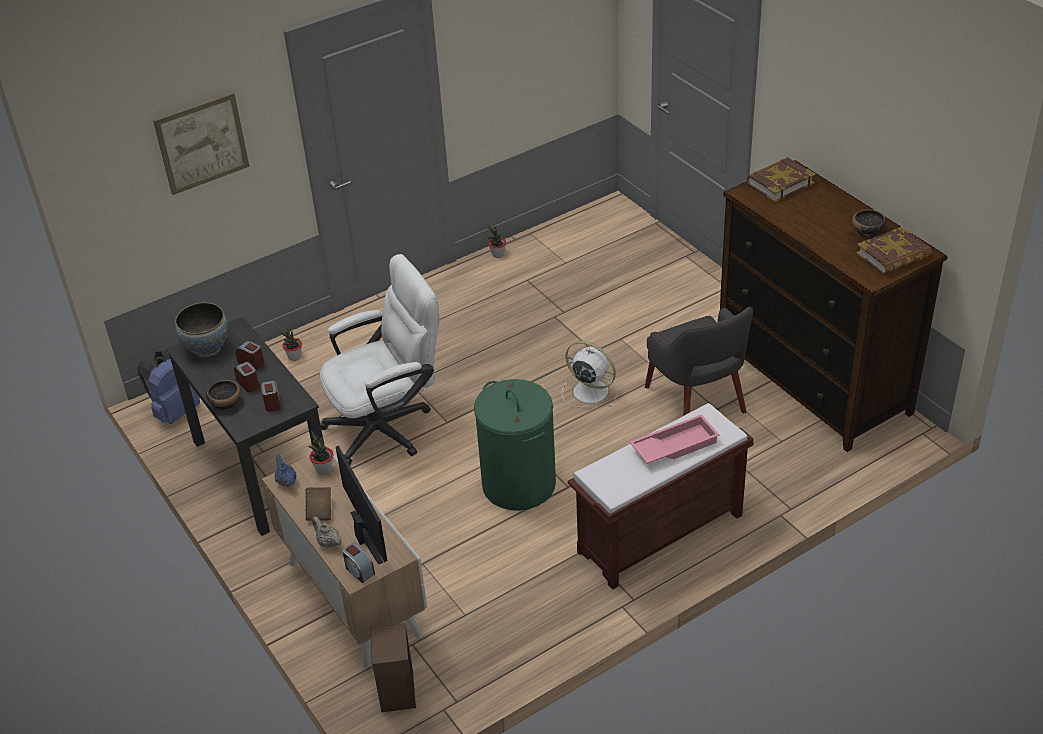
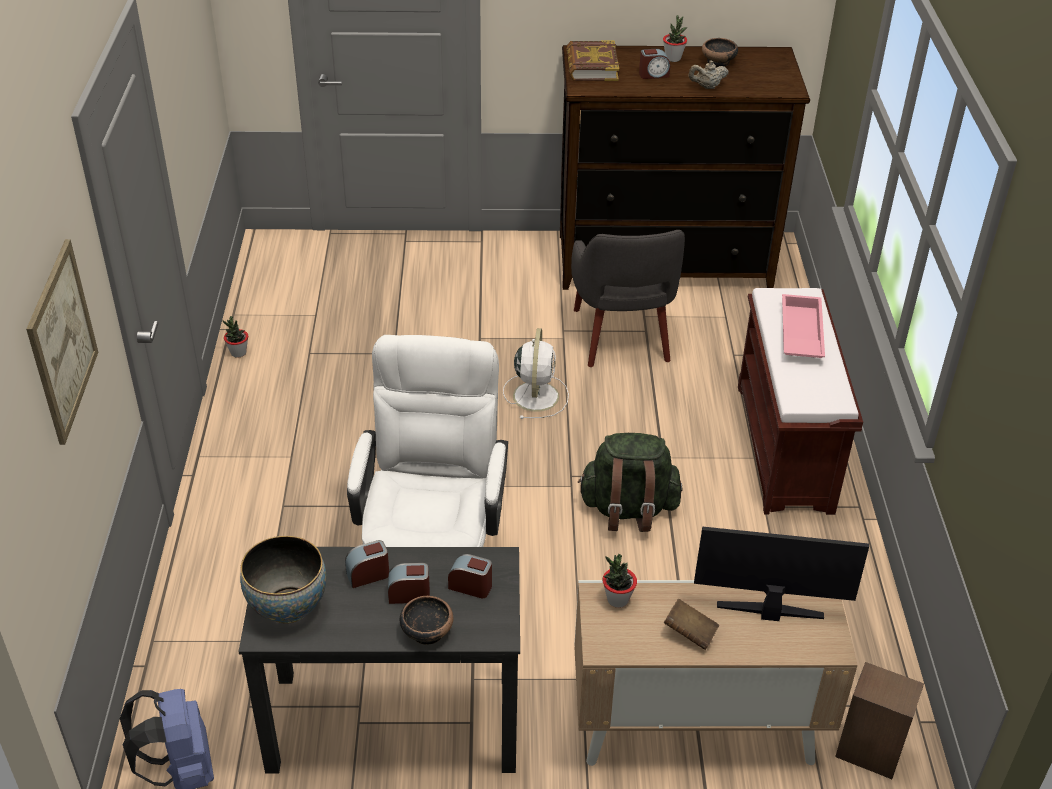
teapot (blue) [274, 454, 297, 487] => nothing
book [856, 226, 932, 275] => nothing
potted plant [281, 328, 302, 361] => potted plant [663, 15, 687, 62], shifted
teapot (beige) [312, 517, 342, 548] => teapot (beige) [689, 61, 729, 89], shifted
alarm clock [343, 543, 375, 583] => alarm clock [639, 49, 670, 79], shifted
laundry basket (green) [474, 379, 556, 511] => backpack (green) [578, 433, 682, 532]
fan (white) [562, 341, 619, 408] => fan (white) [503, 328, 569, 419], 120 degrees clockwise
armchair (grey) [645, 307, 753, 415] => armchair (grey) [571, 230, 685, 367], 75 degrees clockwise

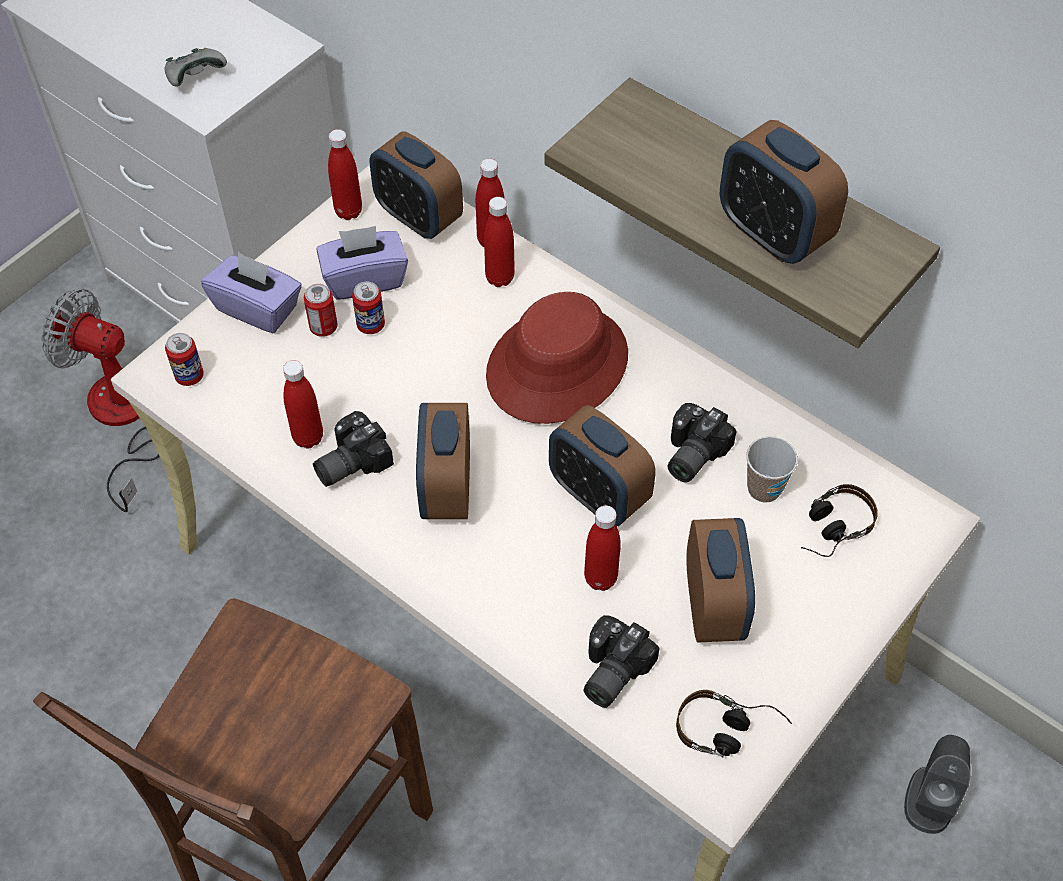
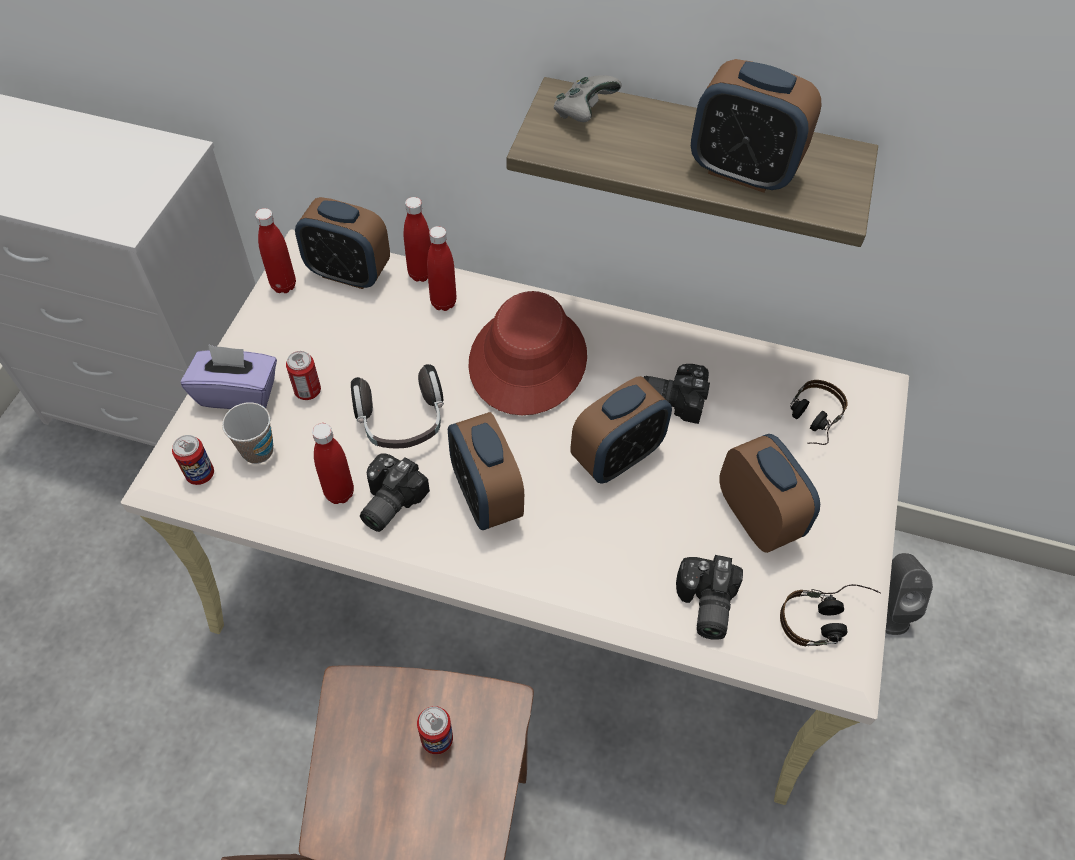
fan [42, 288, 159, 512] => nothing
tissue box (purple) [316, 226, 408, 300] => nothing
bottle (red) [584, 506, 621, 591] => nothing
nothing => headphones [351, 364, 444, 448]
game controller (grey) [164, 48, 227, 87] => game controller (grey) [554, 75, 622, 122], shifted
can [352, 282, 385, 334] => can [417, 706, 453, 754], shifted
cup [746, 436, 798, 503] => cup [222, 402, 273, 464], shifted
alarm clock [549, 405, 656, 526] => alarm clock [570, 376, 672, 484], 60 degrees counterclockwise
photo camera [668, 403, 737, 483] => photo camera [644, 364, 710, 424], 90 degrees clockwise

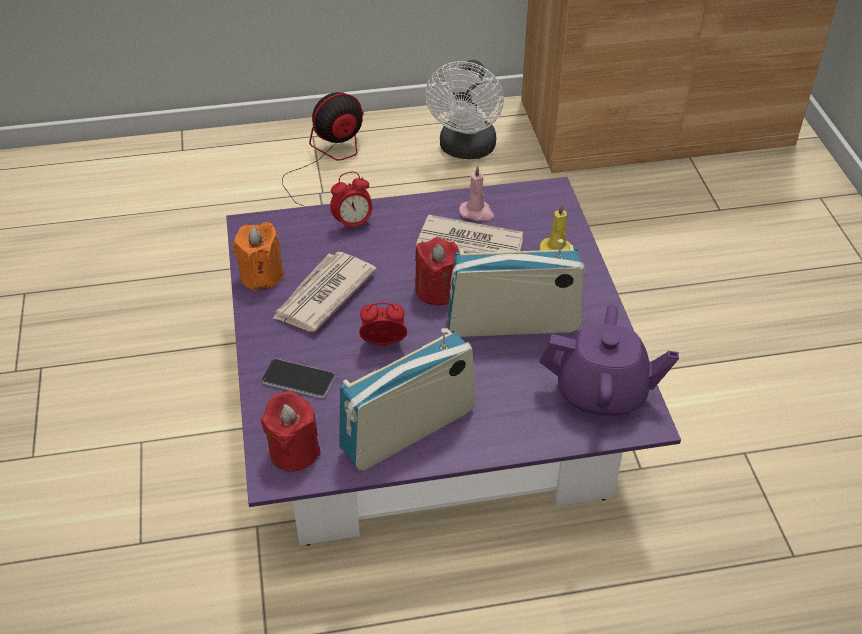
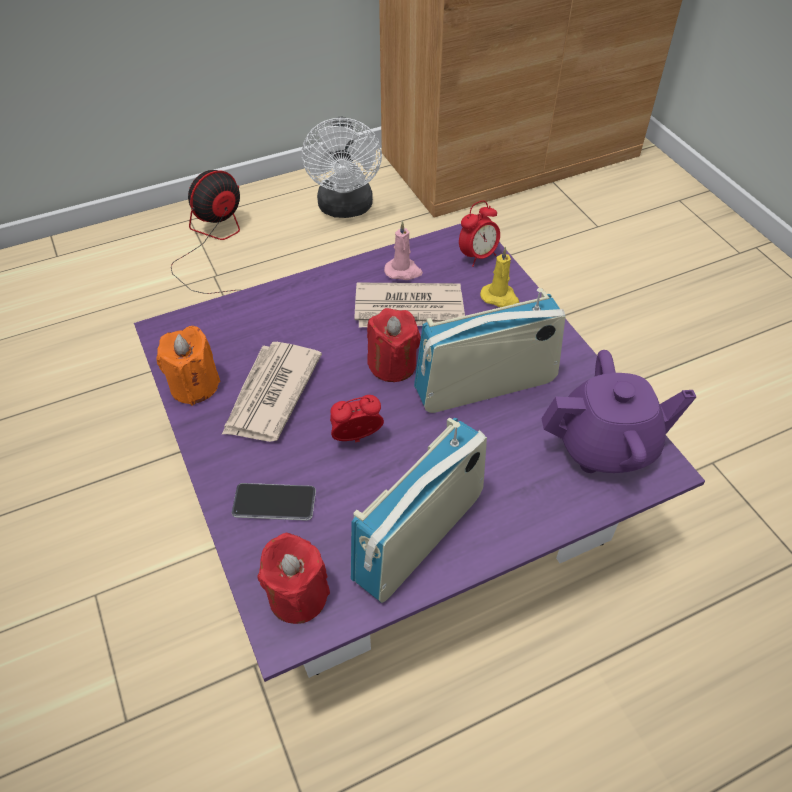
alarm clock [330, 172, 372, 233] => alarm clock [459, 200, 500, 267], shifted

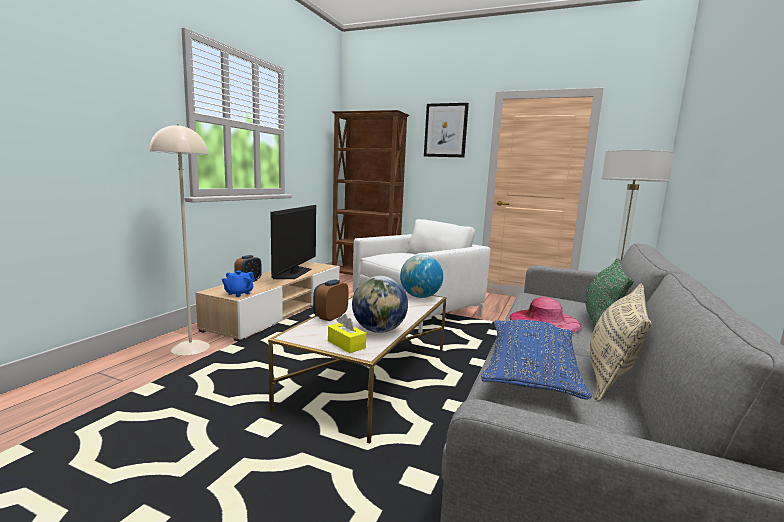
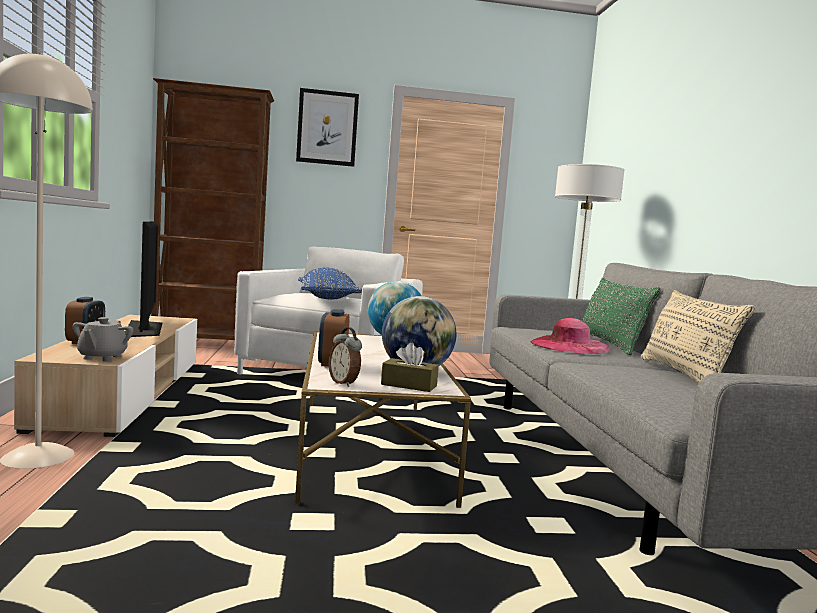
nothing => alarm clock [329, 327, 362, 387]
pillow (blue) [481, 320, 592, 399] => pillow (blue) [298, 268, 362, 299], shifted
teapot (blue) [222, 271, 255, 297] => teapot (grey) [73, 317, 133, 361]
tissue box (yellow) [328, 314, 366, 353] => tissue box (brown) [381, 343, 439, 392]

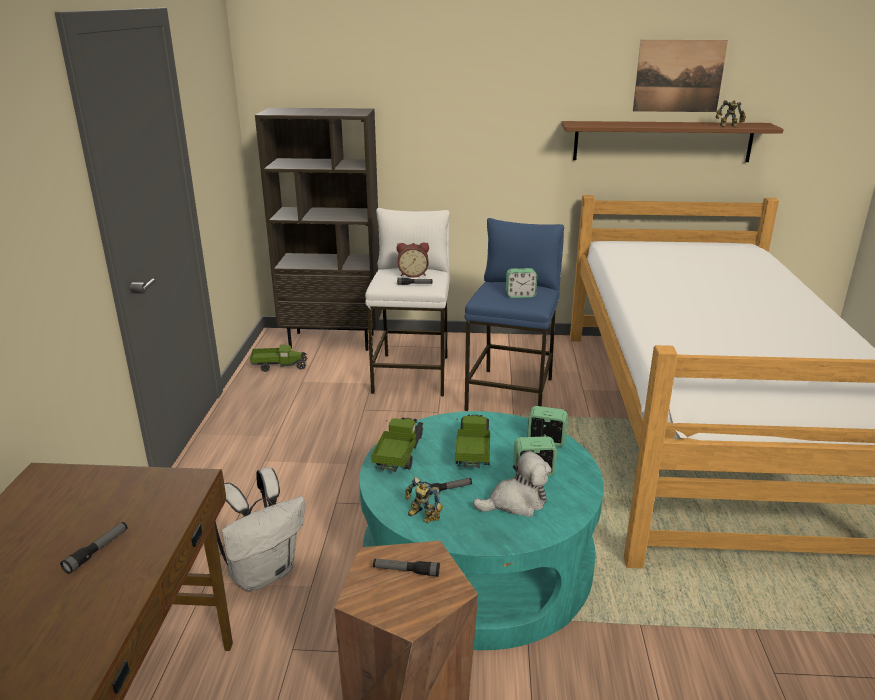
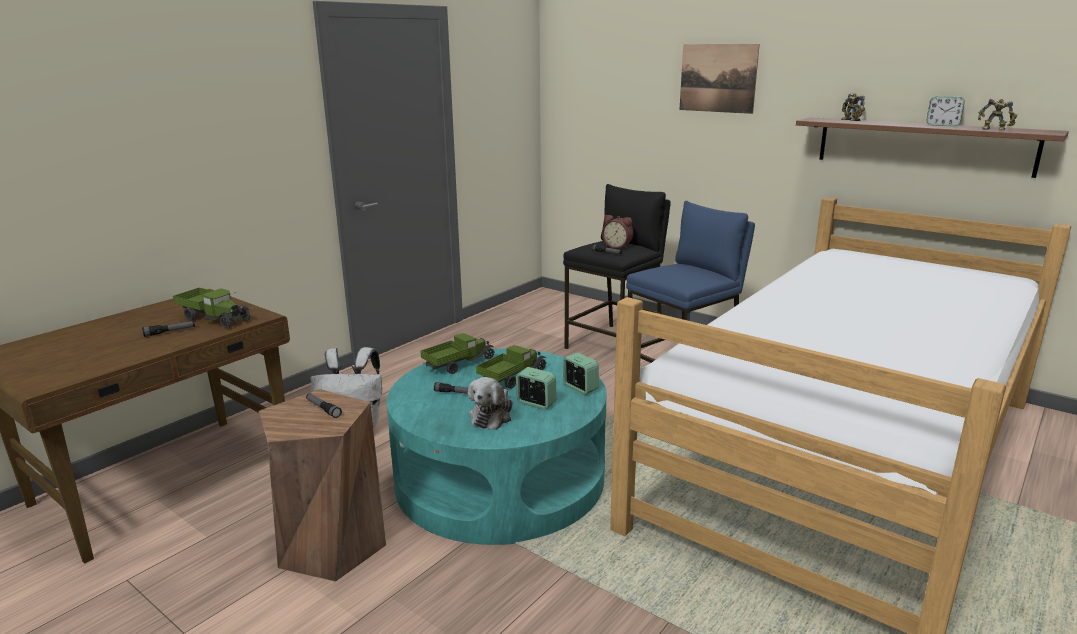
bookcase (brown) [255, 108, 382, 351] => nothing
toy truck [250, 345, 307, 372] => toy truck [173, 288, 251, 329], shifted
toy robot [405, 477, 443, 523] => toy robot [841, 93, 865, 121], shifted
alarm clock [506, 268, 537, 298] => alarm clock [926, 96, 965, 127], shifted
picture [633, 40, 728, 112] => picture [680, 44, 760, 114], shifted
stool (white) [365, 208, 450, 397] => stool (black) [563, 184, 671, 349]
plush toy [473, 451, 552, 517] => plush toy [468, 377, 513, 430], 90 degrees clockwise

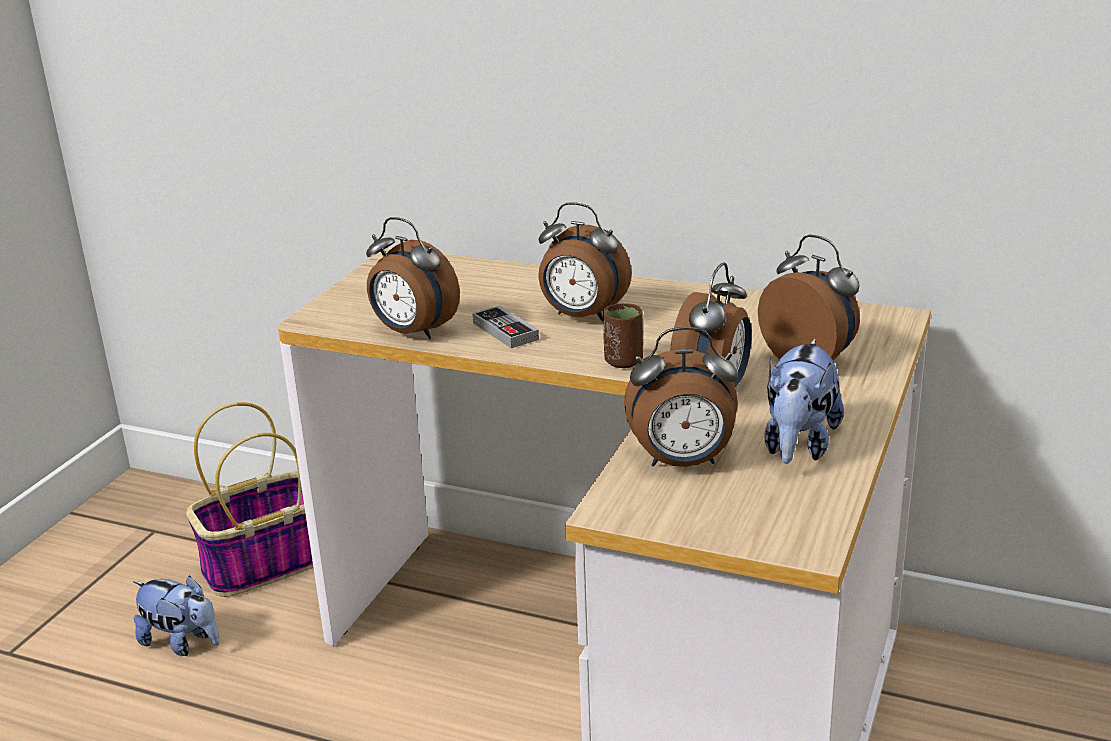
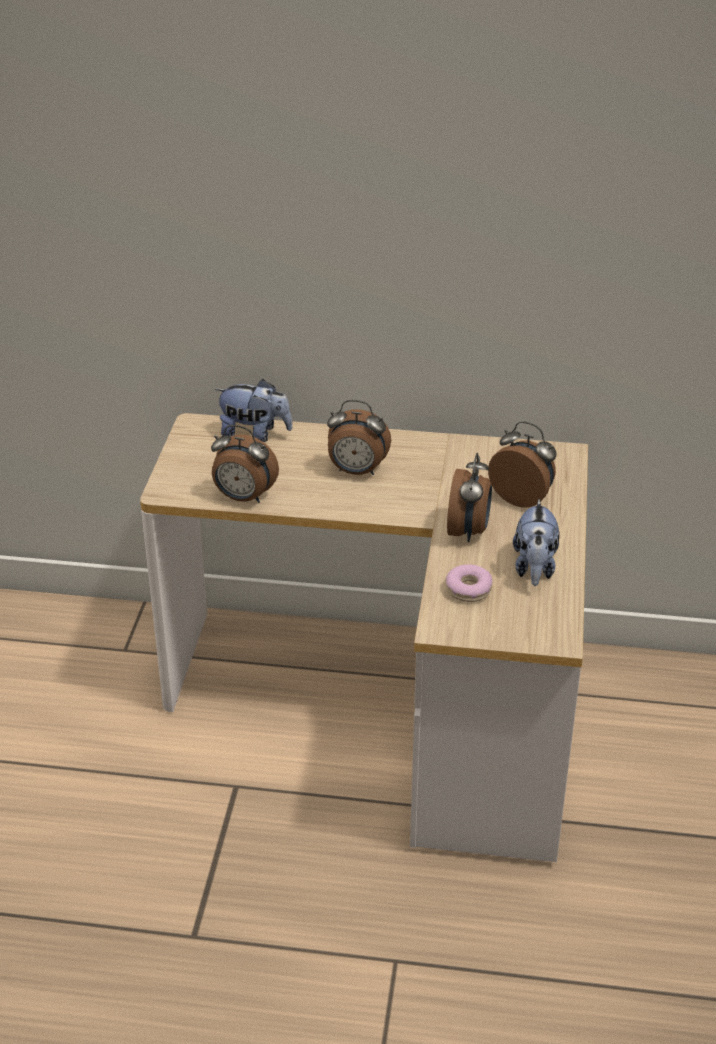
basket [186, 402, 313, 597] => nothing
game controller [472, 305, 539, 348] => nothing
cup (brown) [603, 303, 643, 368] => nothing
plush toy [133, 575, 220, 656] => plush toy [215, 379, 292, 442], shifted
alarm clock [624, 327, 738, 467] => donut [445, 564, 492, 602]

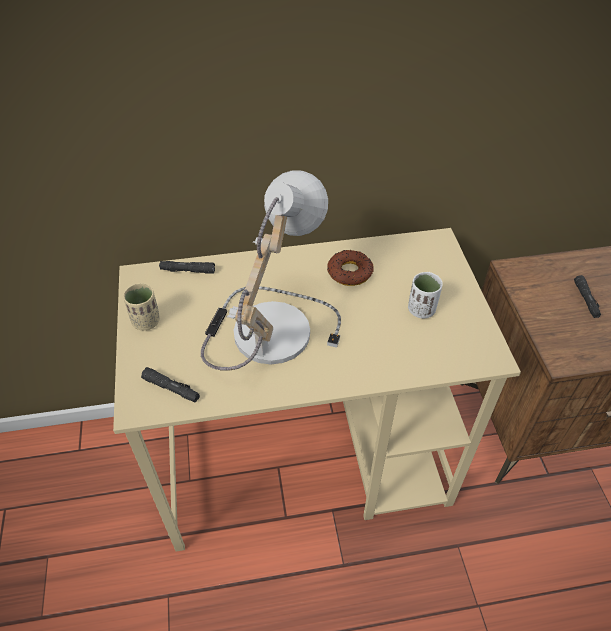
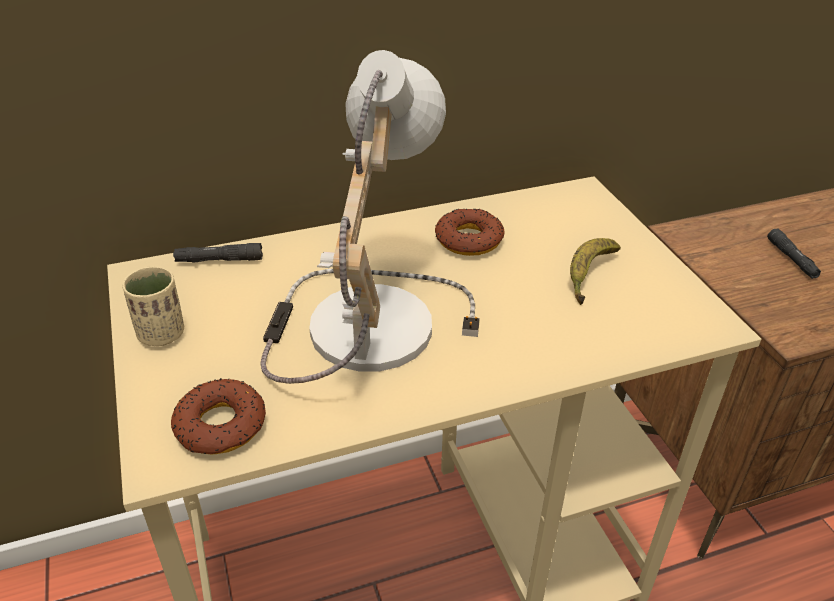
flashlight (black) [141, 367, 200, 402] => donut [171, 378, 266, 454]
cup (white) [408, 272, 443, 319] => banana [570, 238, 621, 305]

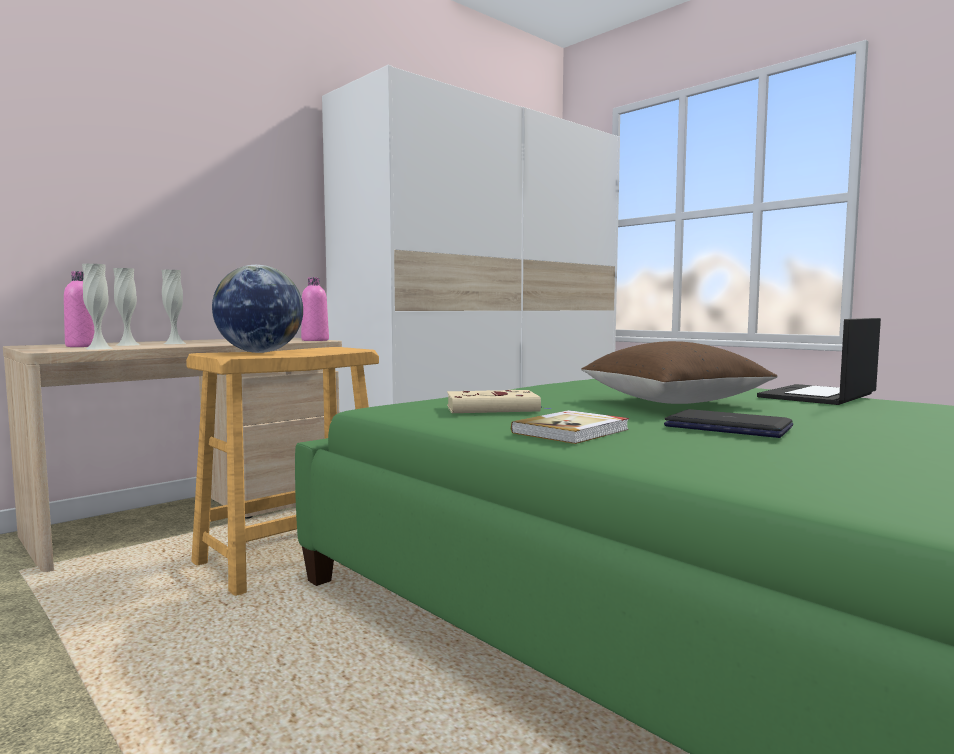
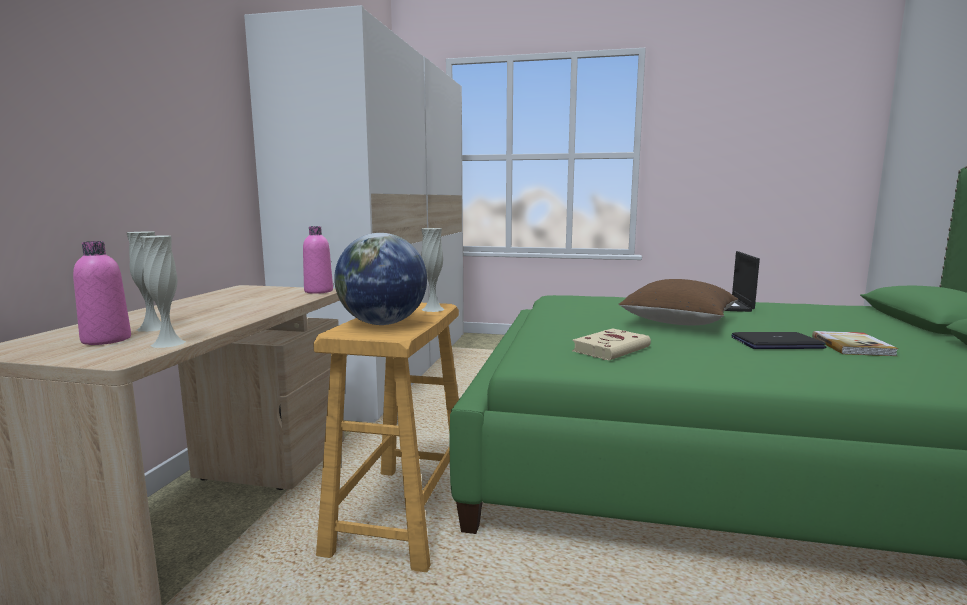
vase (white) [161, 270, 186, 344] => vase (white) [421, 228, 445, 312], shifted
book [511, 410, 629, 444] => book [812, 331, 899, 356], shifted

